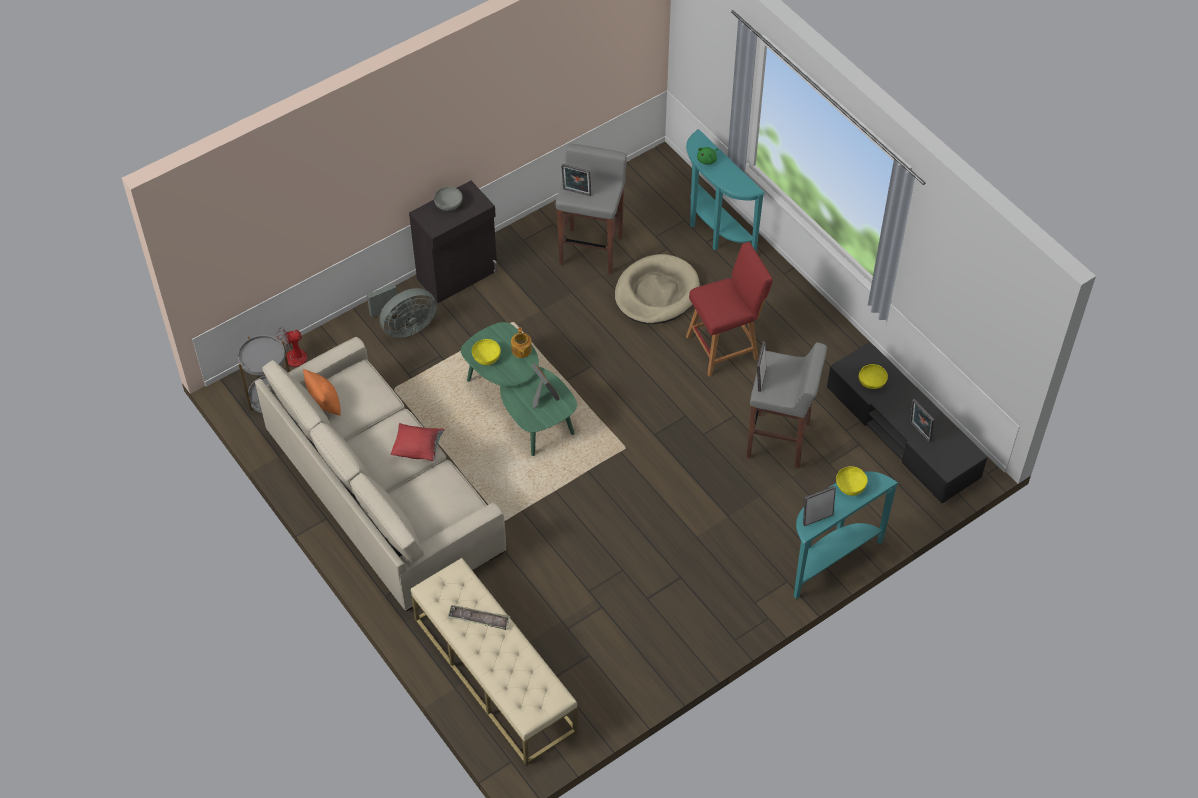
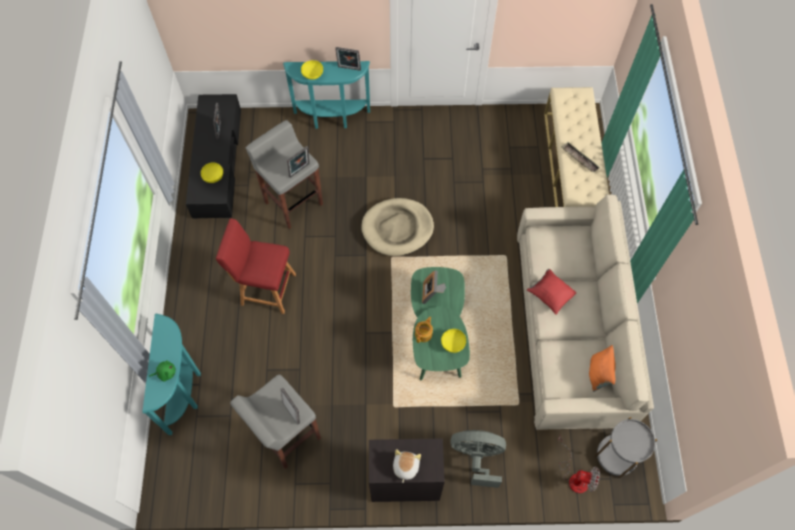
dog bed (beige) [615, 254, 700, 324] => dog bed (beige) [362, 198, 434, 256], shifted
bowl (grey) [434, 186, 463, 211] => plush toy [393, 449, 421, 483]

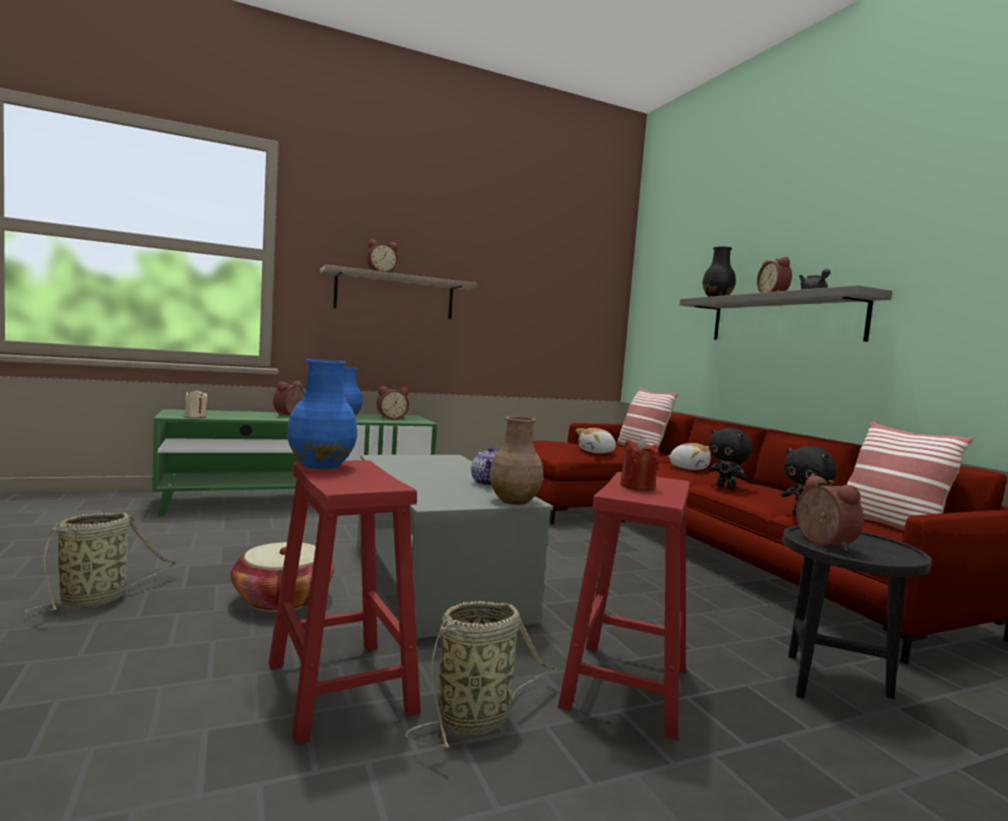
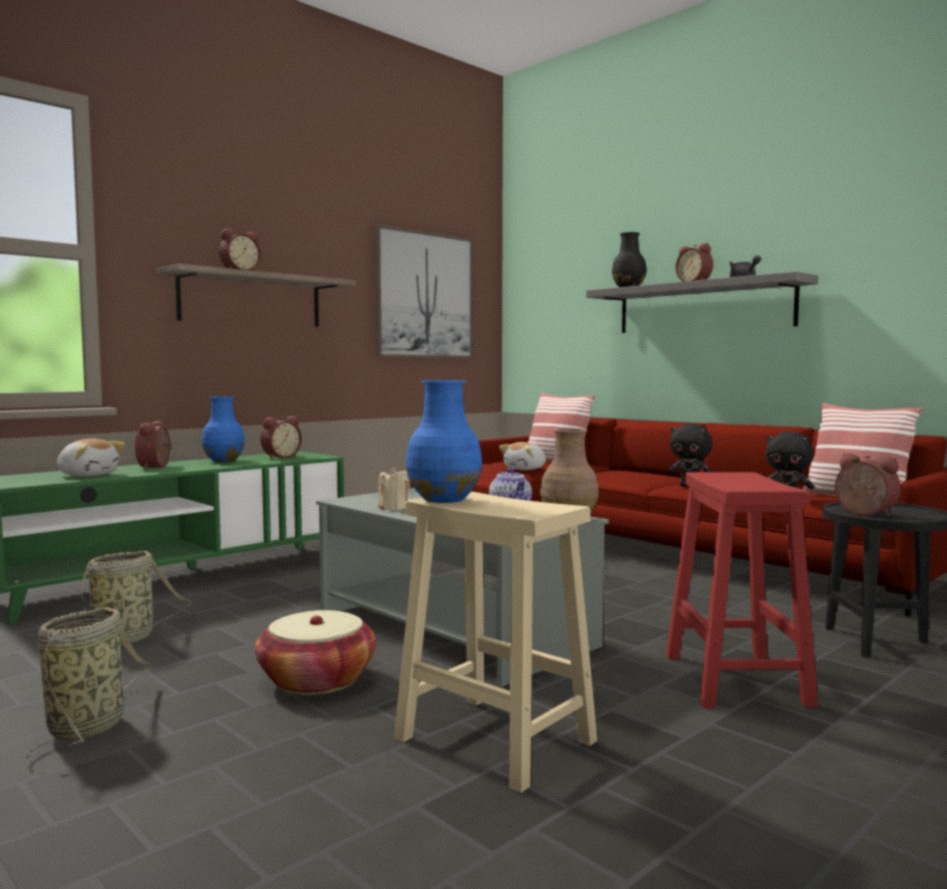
candle (red) [620, 437, 659, 491] => nothing
nothing => picture [374, 224, 473, 358]
candle (beige) [185, 389, 207, 417] => candle (beige) [378, 467, 408, 510], shifted
basket [405, 601, 557, 748] => basket [82, 551, 193, 645], shifted
plush toy [668, 443, 711, 470] => plush toy [57, 439, 125, 477], shifted
stool (red) [269, 460, 421, 744] => stool (beige) [394, 491, 597, 793]

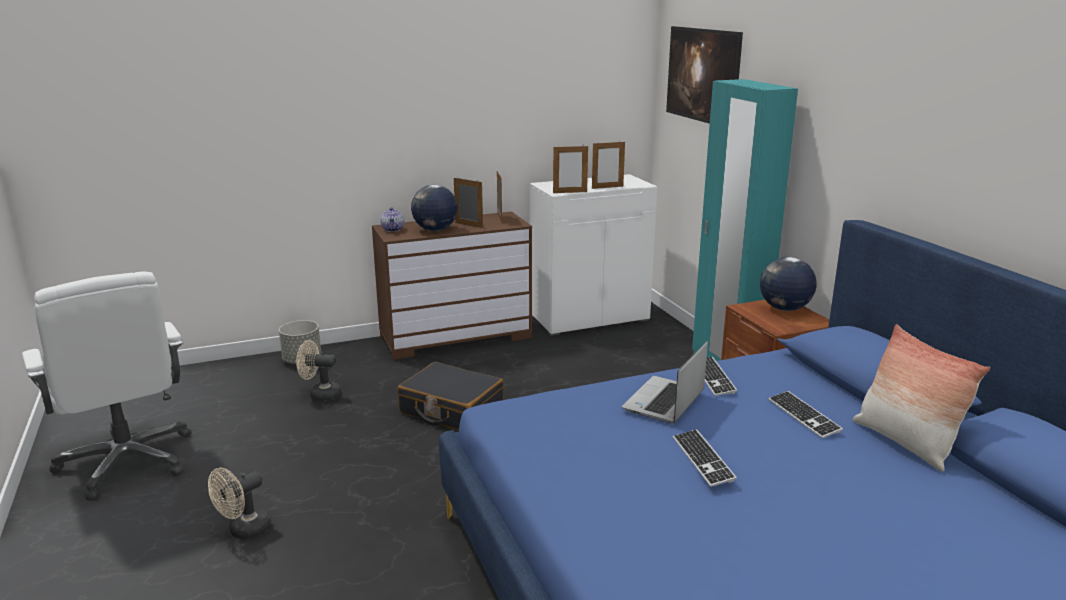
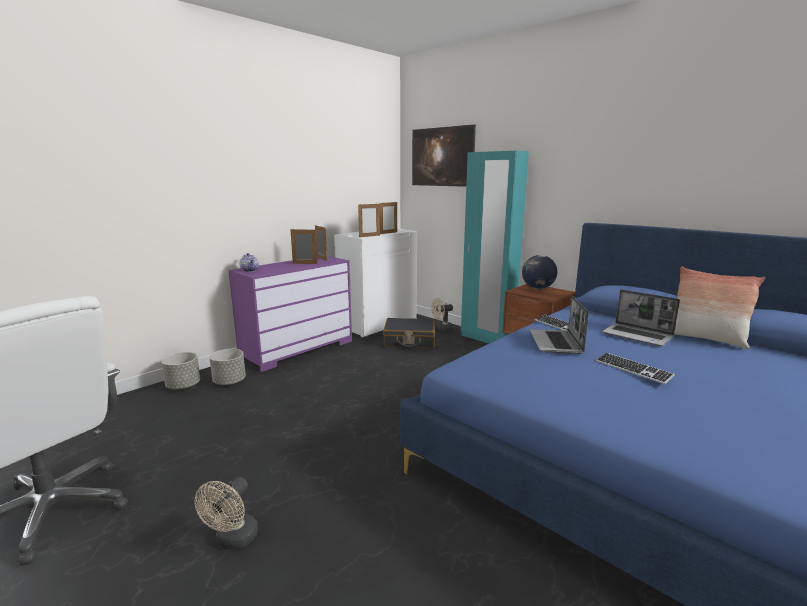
globe [411, 185, 458, 231] => nothing
nothing => planter (grey) [209, 349, 246, 385]
fan (beige) [296, 340, 341, 401] => fan (beige) [432, 298, 454, 331], shifted
suitcase (black) [397, 362, 504, 431] => suitcase (black) [383, 318, 435, 349], shifted
keyboard [768, 391, 843, 438] => laptop [602, 289, 680, 346]
dresser (brown) [372, 212, 532, 360] => dresser (purple) [229, 256, 352, 372]

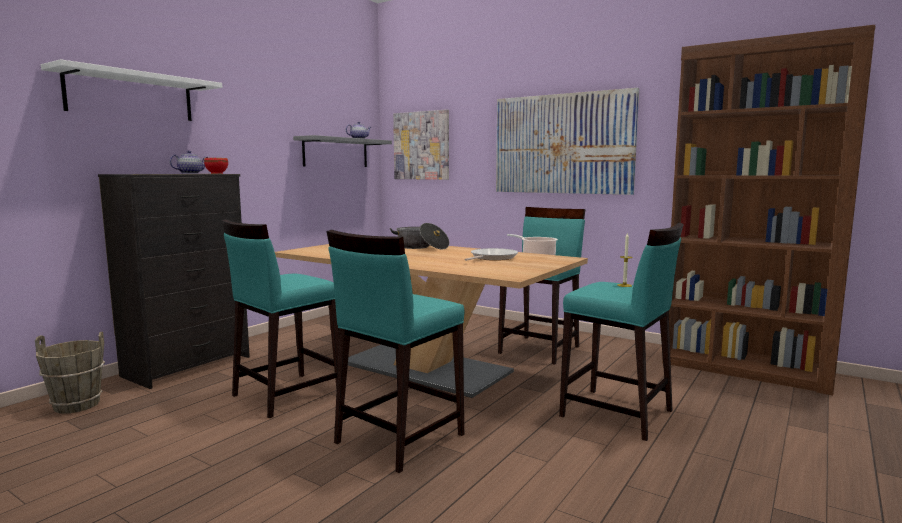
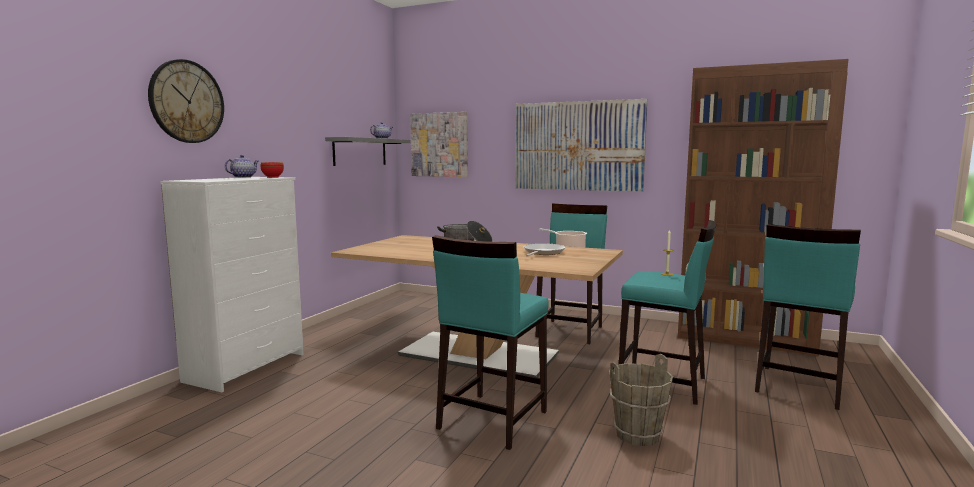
bucket (brown) [35, 332, 105, 413] => bucket (brown) [609, 354, 673, 446], shifted
stool (turquoise) [221, 219, 339, 418] => stool (turquoise) [755, 224, 861, 410], shifted
shelf (white) [41, 59, 222, 121] => wall clock [148, 59, 224, 143]
dresser (black) [98, 174, 250, 389] => dresser (white) [160, 177, 304, 392]

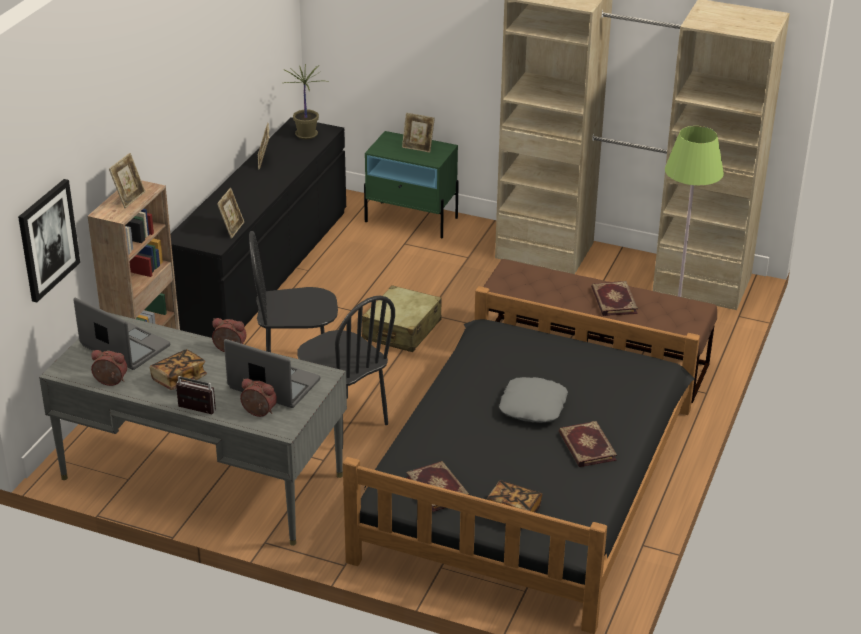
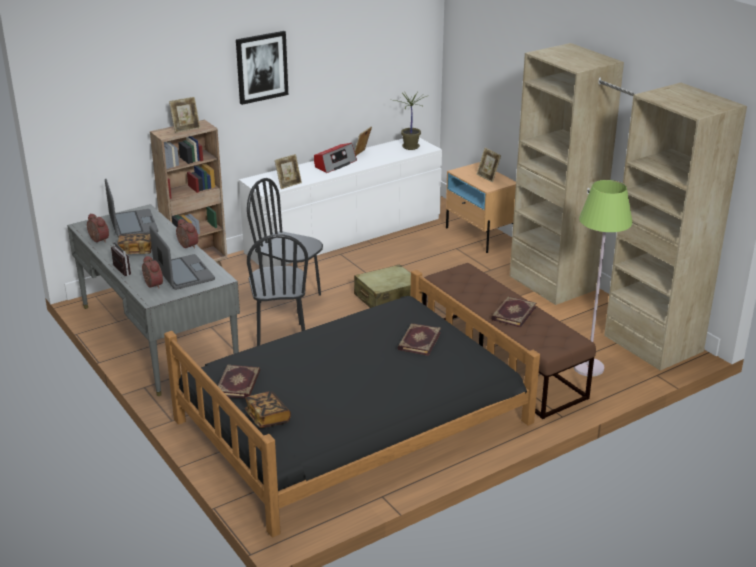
pillow (grey) [499, 377, 568, 423] => nothing
nothing => radio [314, 143, 357, 173]
picture [18, 179, 80, 302] => picture [236, 31, 288, 105], shifted
book [559, 421, 617, 467] => book [398, 323, 441, 356], shifted
dresser (black) [170, 117, 346, 338] => dresser (white) [239, 138, 442, 267]
nightstand (green) [364, 131, 459, 238] => nightstand (beige) [446, 162, 516, 253]

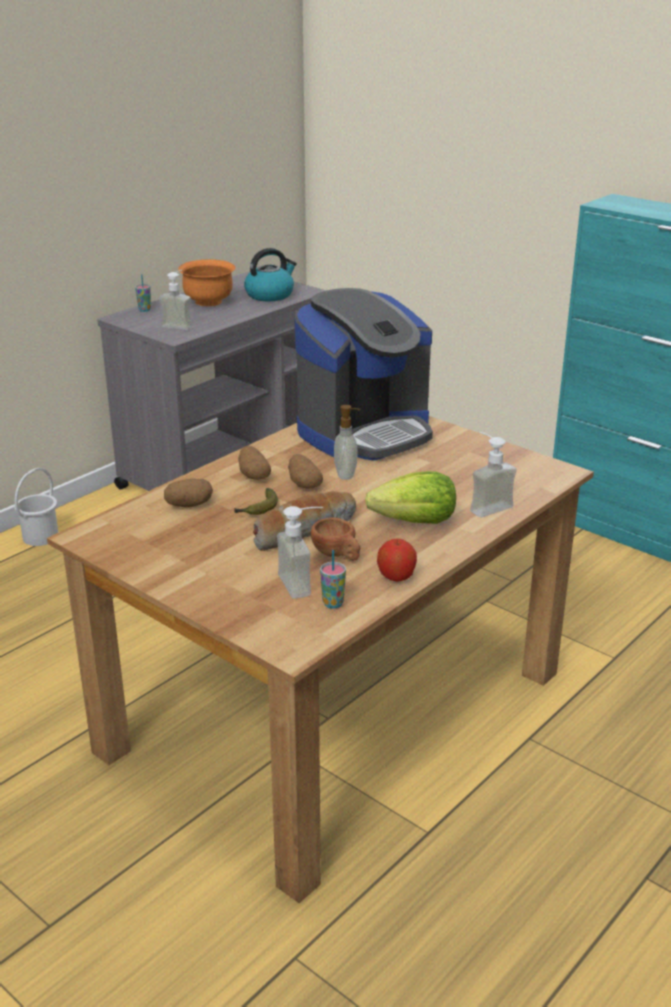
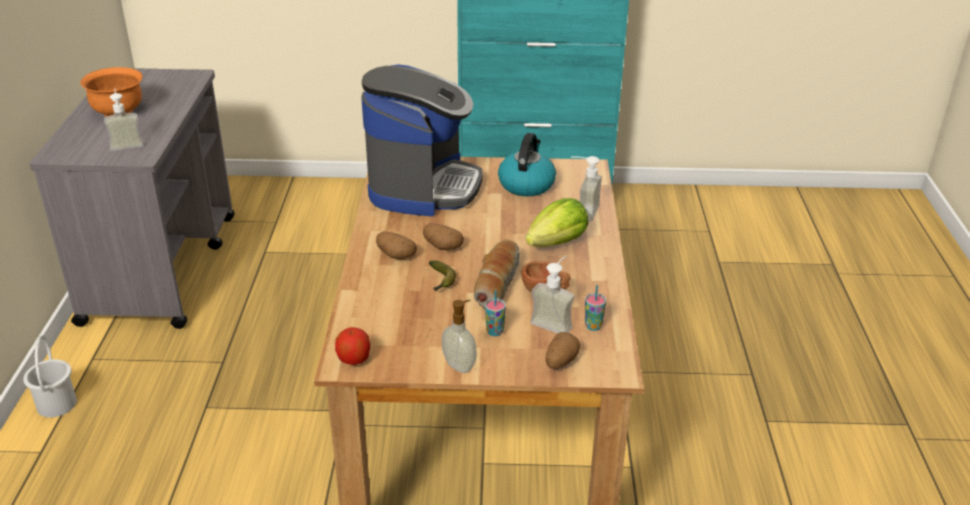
cup [135, 274, 151, 312] => cup [485, 290, 506, 336], shifted
potato [164, 478, 213, 507] => potato [546, 332, 580, 369], shifted
kettle [244, 248, 297, 301] => kettle [498, 133, 556, 196], shifted
soap dispenser [334, 405, 360, 480] => soap dispenser [442, 300, 477, 373], shifted
apple [377, 539, 417, 582] => apple [335, 327, 370, 365], shifted

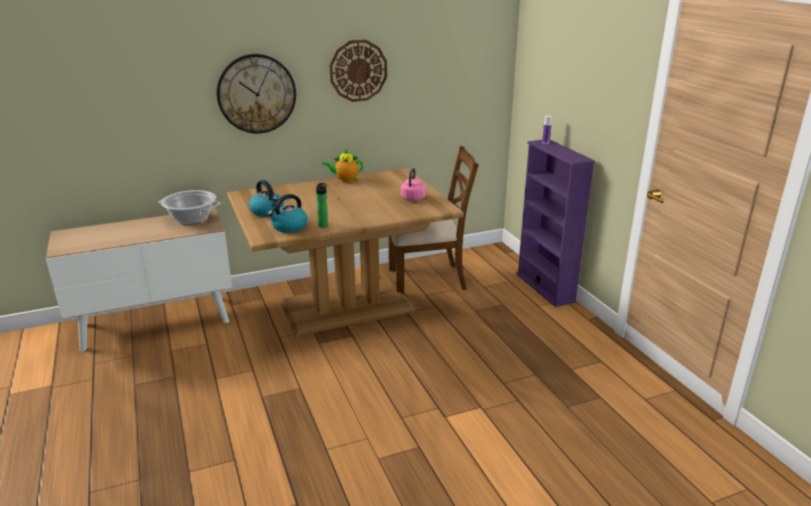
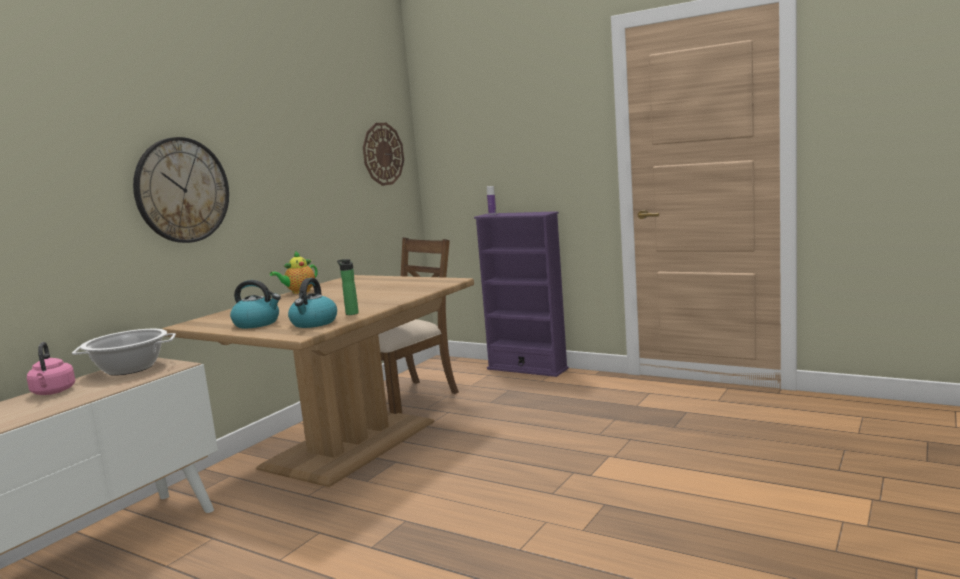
wall clock [330, 40, 387, 102] => wall clock [363, 123, 404, 186], shifted
kettle (pink) [401, 168, 426, 201] => kettle (pink) [27, 342, 75, 395], shifted

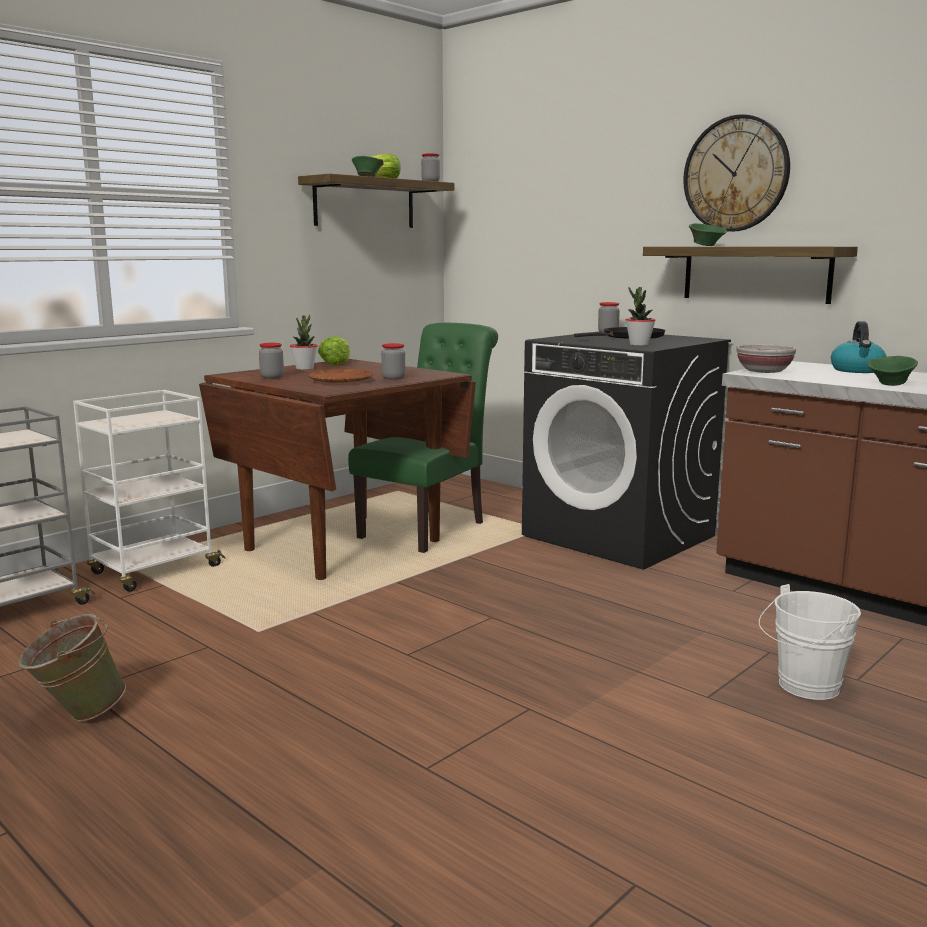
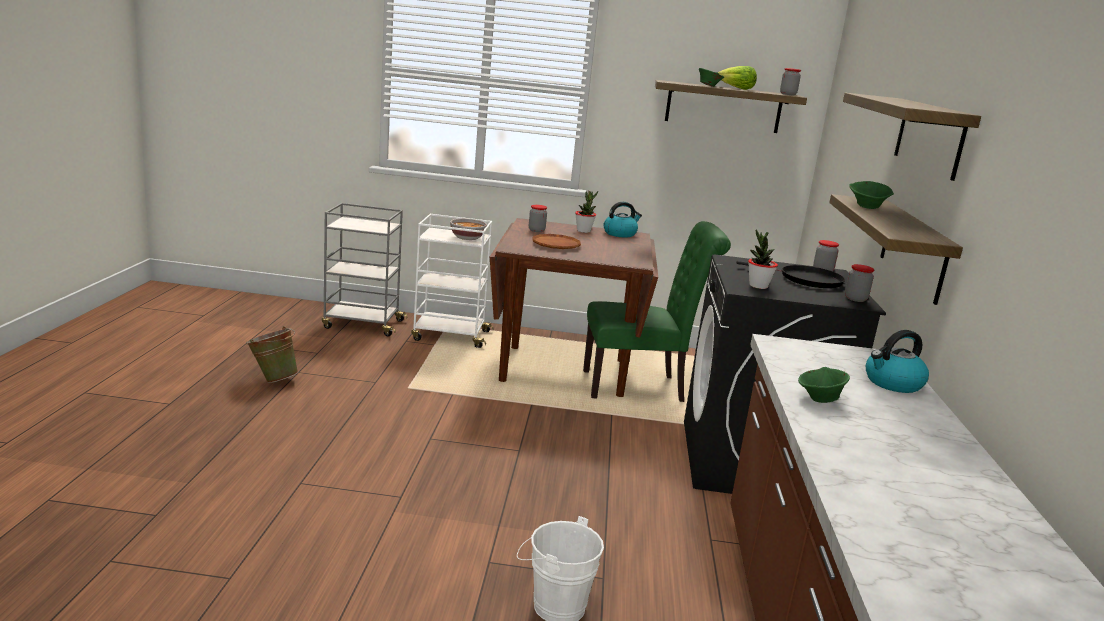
jar [381, 343, 405, 380] => jar [845, 264, 874, 302], shifted
bowl [736, 344, 796, 373] => bowl [450, 218, 487, 240], shifted
lettuce [318, 337, 350, 365] => kettle [604, 202, 642, 238]
wall clock [683, 114, 790, 232] => shelf [843, 93, 981, 181]

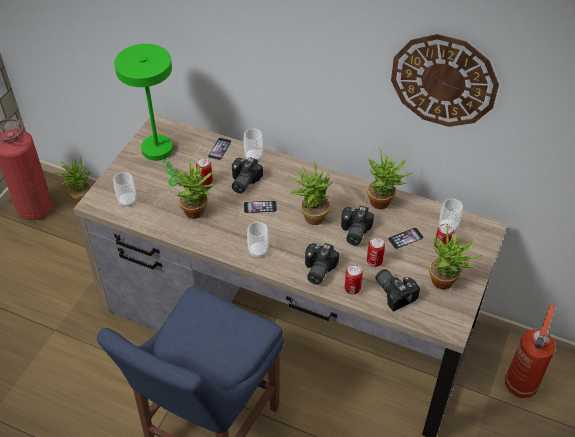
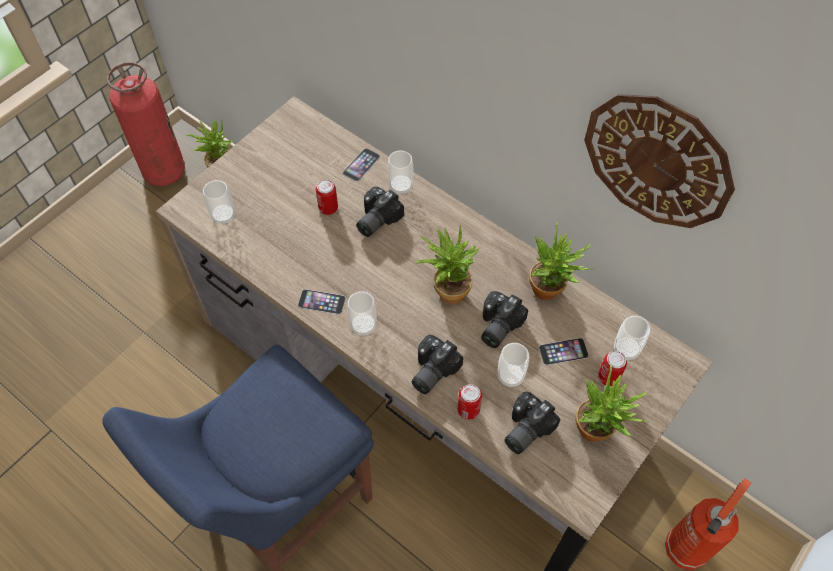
table lamp (green) [114, 44, 178, 186] => nothing
potted plant [173, 157, 219, 219] => nothing
phone [244, 200, 277, 214] => phone [298, 289, 346, 314], shifted
can [367, 237, 385, 267] => cup [498, 343, 529, 387]
photo camera [376, 269, 420, 311] => photo camera [505, 391, 560, 454], 120 degrees counterclockwise

